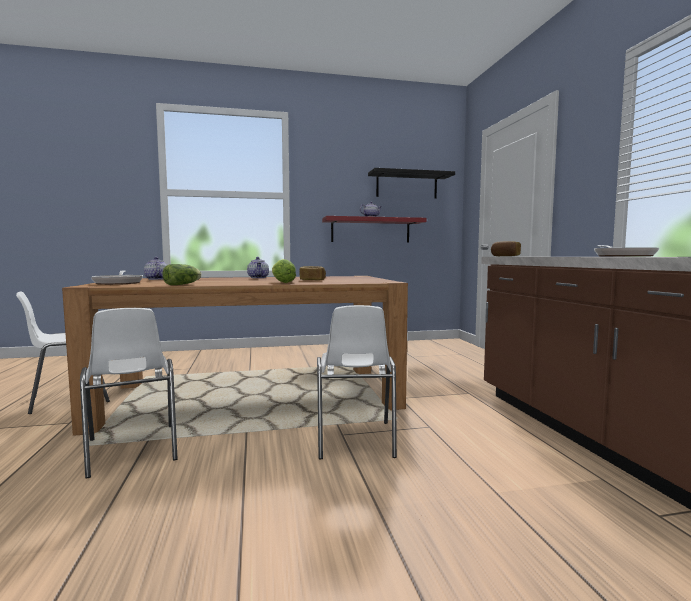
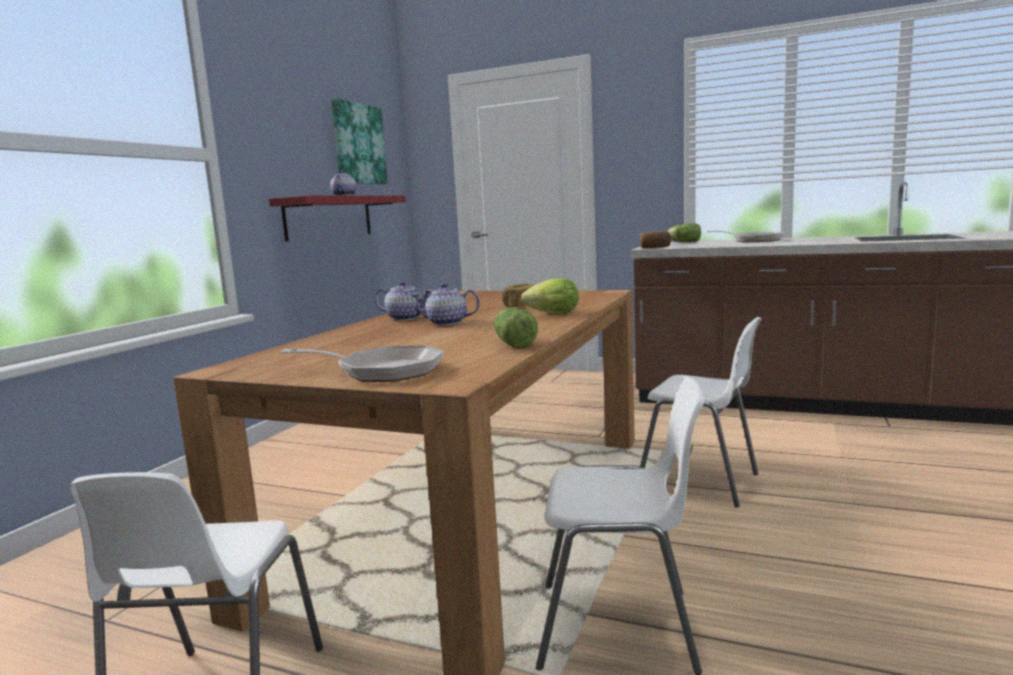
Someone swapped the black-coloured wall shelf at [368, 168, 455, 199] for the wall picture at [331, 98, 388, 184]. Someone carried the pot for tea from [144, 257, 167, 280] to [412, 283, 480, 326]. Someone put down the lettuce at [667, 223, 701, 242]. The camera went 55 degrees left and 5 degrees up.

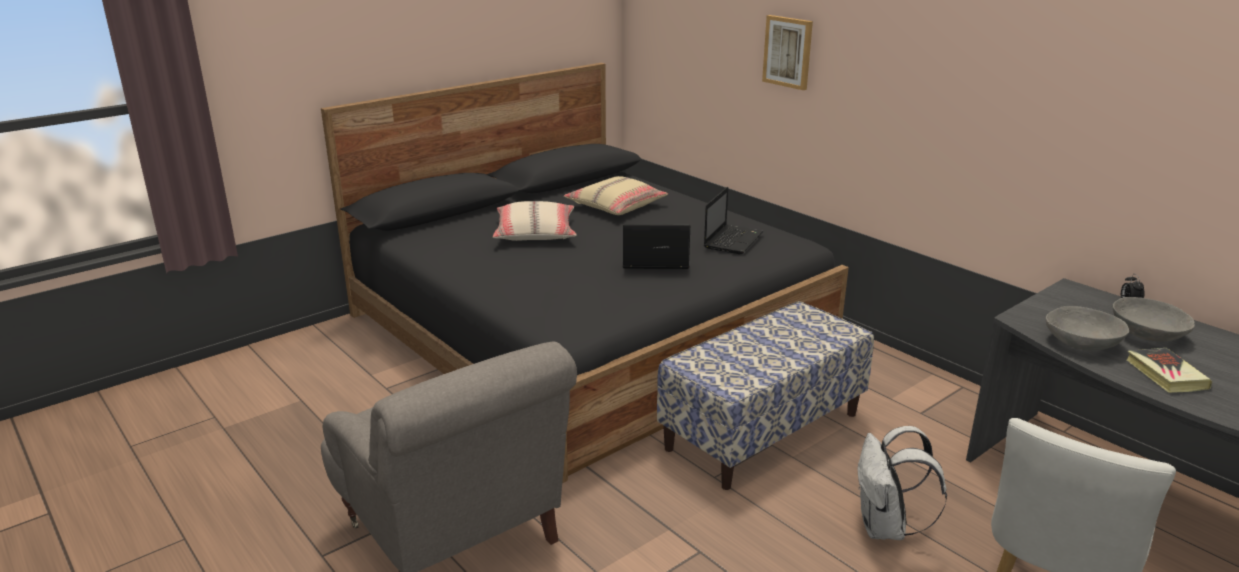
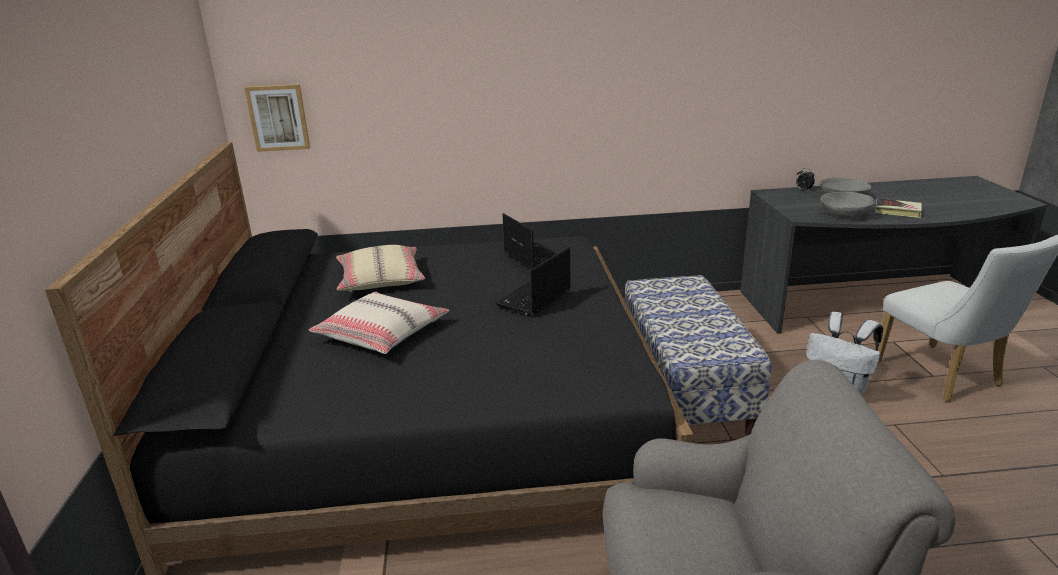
Someone carried the wall picture from [762, 15, 813, 90] to [245, 84, 310, 152]. The camera went 55 degrees left and 0 degrees up.

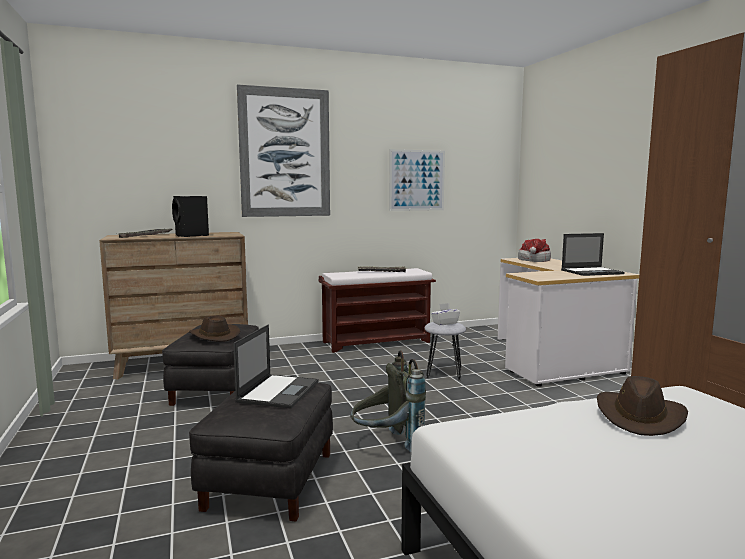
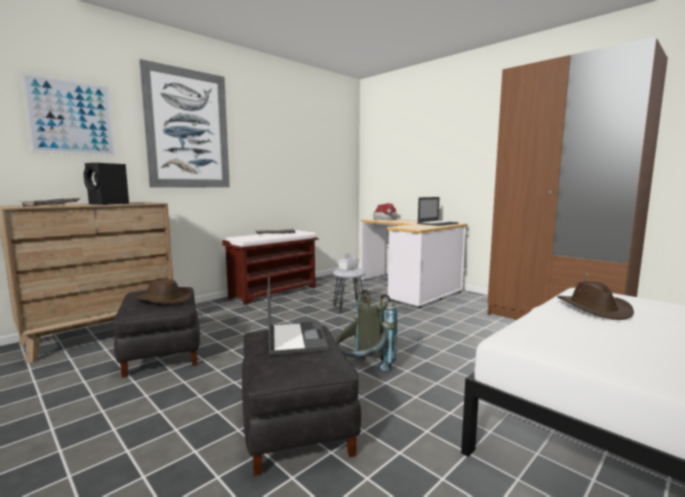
Someone carried the wall picture from [389, 149, 445, 211] to [21, 72, 116, 157]. The camera went 25 degrees left and 0 degrees up.

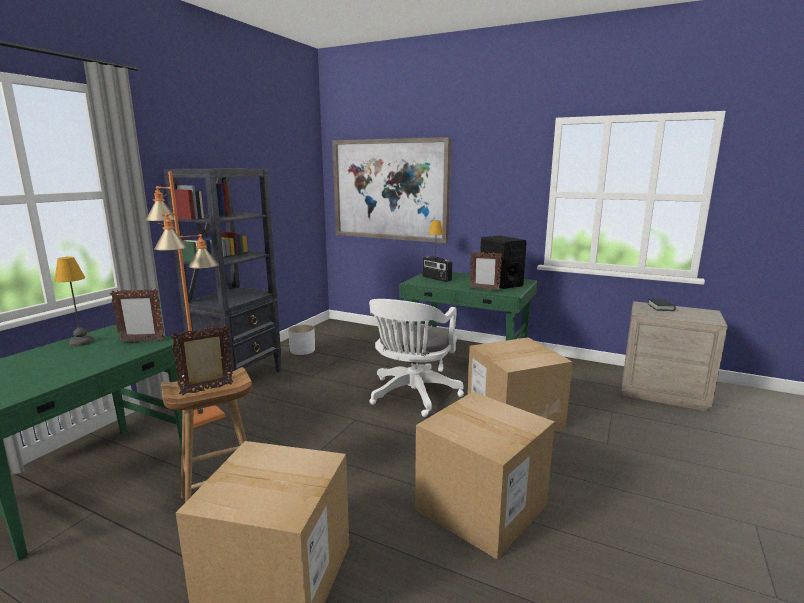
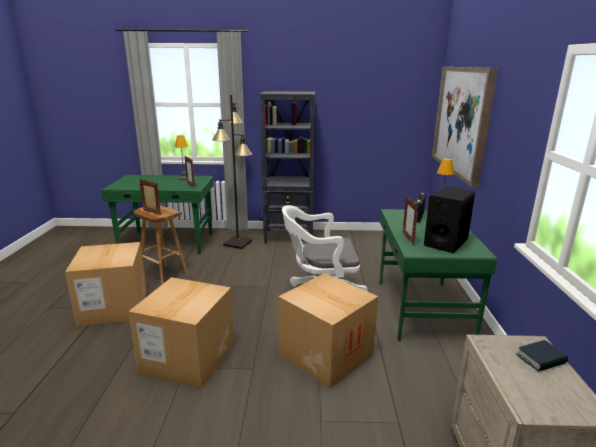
Someone repainted the orange standard lamp at [145, 171, 225, 428], which became the black-coloured standard lamp at [212, 95, 252, 249]. Someone took away the white-coloured flower pot at [288, 325, 315, 355]. The camera went 65 degrees right and 5 degrees up.

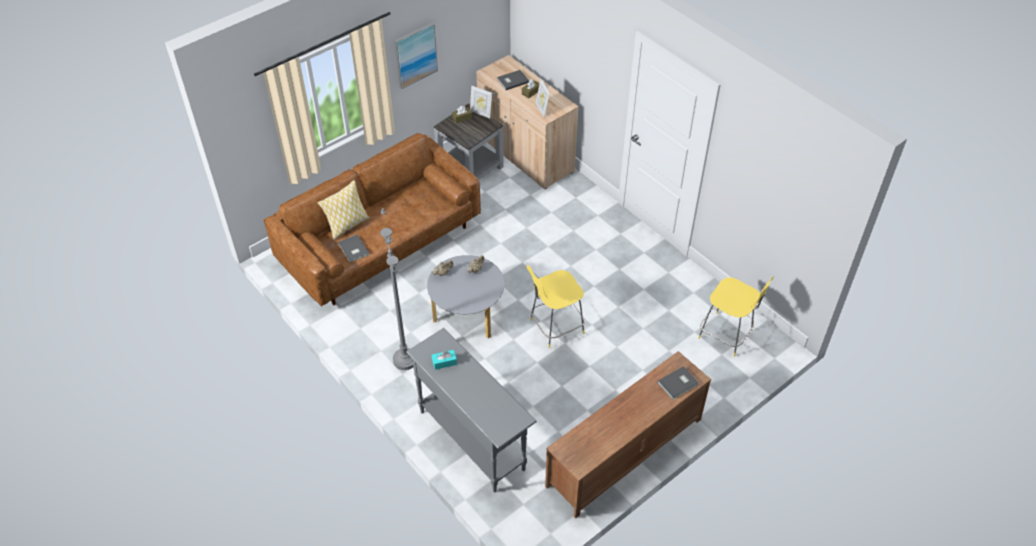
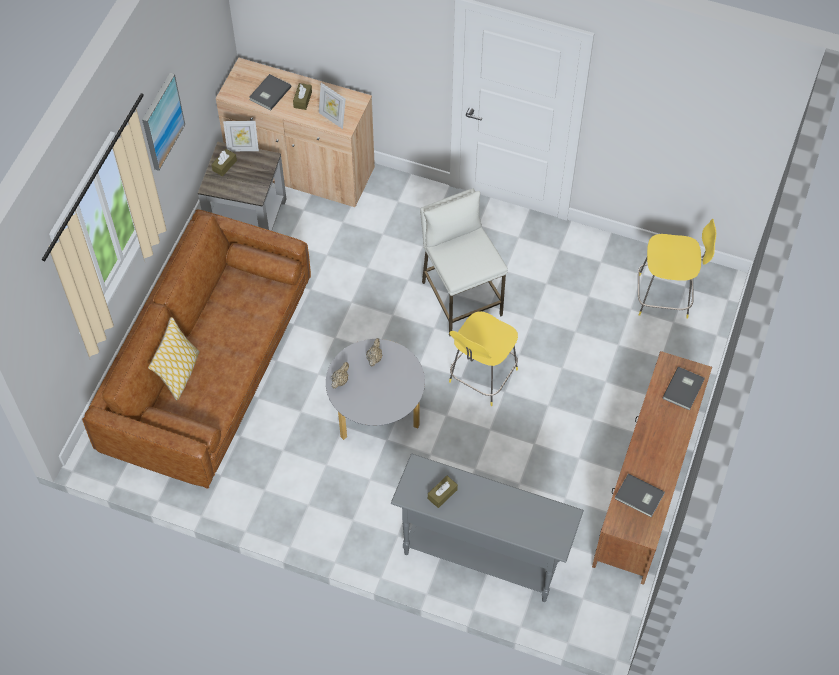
Someone took away the gray standard lamp at [380, 208, 413, 370]. Someone carried the gray bound book from [338, 235, 370, 263] to [615, 474, 665, 517]. Someone repainted the turquoise tissue box at [432, 350, 457, 370], which became the brown-coloured tissue box at [428, 476, 458, 508]. Someone put down the white-coloured stool at [420, 188, 508, 336]. The camera went 30 degrees left and 10 degrees up.

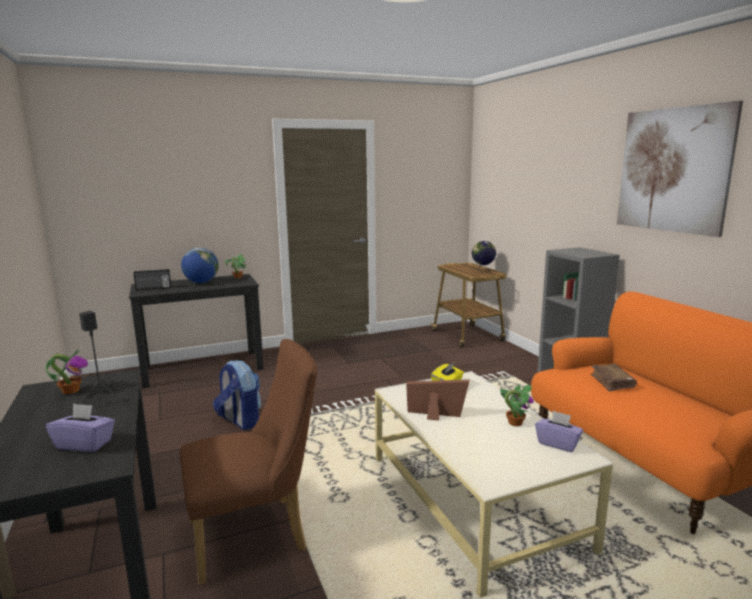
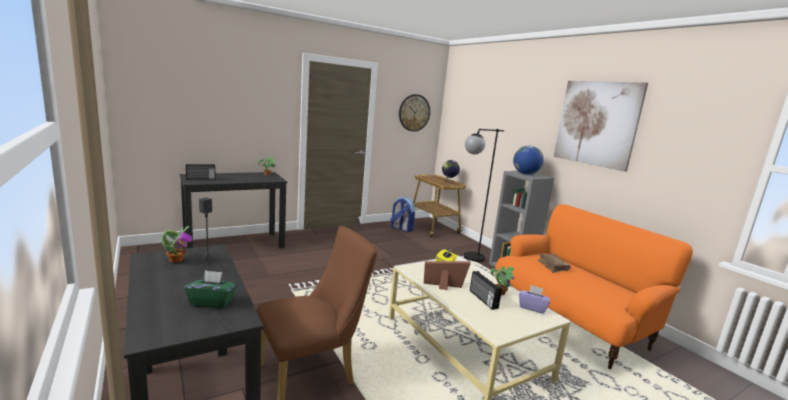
Someone carried the globe from [181, 248, 219, 283] to [513, 146, 544, 175]. Someone carried the backpack from [213, 360, 261, 430] to [391, 197, 415, 232]. Someone repainted the purple tissue box at [46, 403, 115, 452], which became the greenish tissue box at [185, 270, 237, 308]. Someone put up the hanging clock at [399, 94, 430, 132]. Someone put down the black-coloured standard lamp at [464, 129, 504, 262]. Someone put down the radio set at [470, 271, 502, 310]. The camera went 10 degrees left and 0 degrees up.

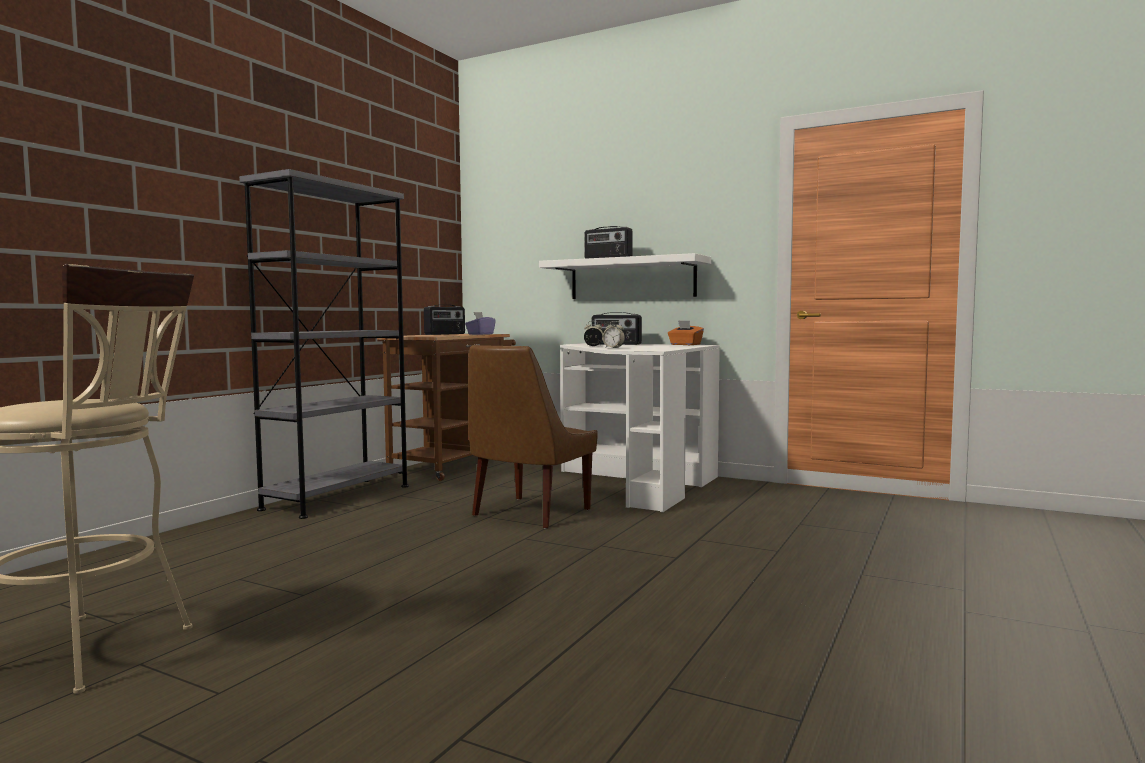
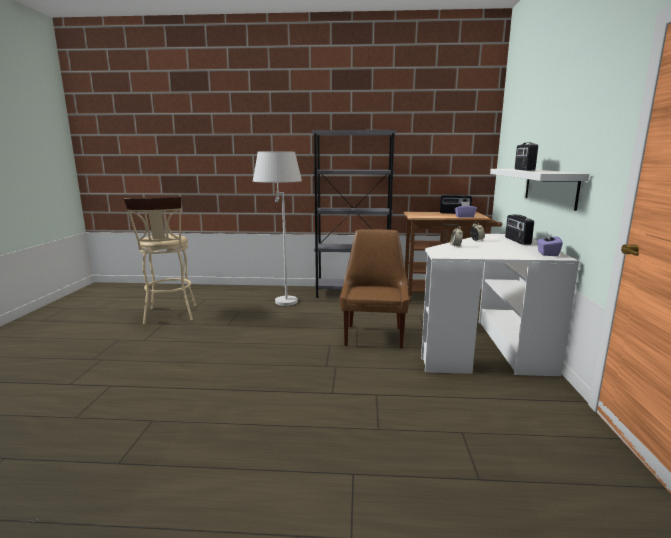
Someone repainted the orange tissue box at [668, 320, 704, 345], which became the purple tissue box at [537, 231, 563, 256]. Someone rotated the brown-coloured upright chair at [468, 345, 598, 529] by 90 degrees clockwise. Someone put down the white-coloured standard lamp at [253, 152, 302, 306]. The camera went 65 degrees right and 10 degrees up.

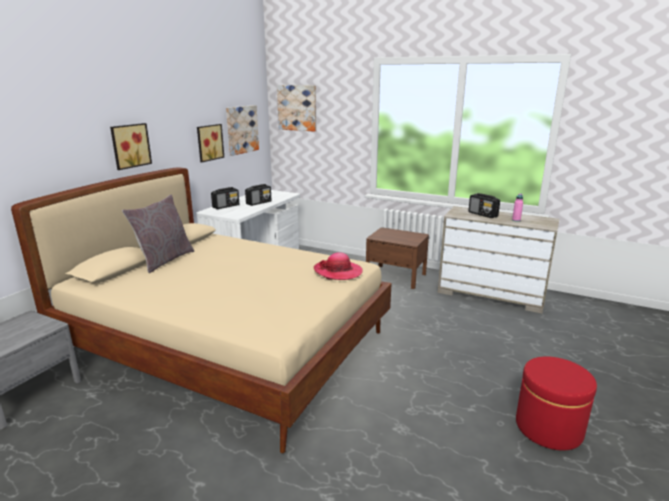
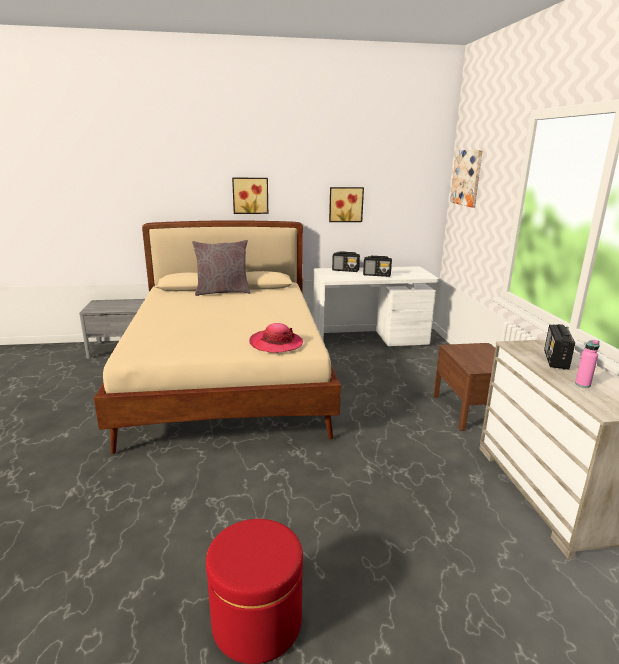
Someone took away the wall picture at [226, 105, 259, 156]. The camera went 55 degrees right and 0 degrees up.

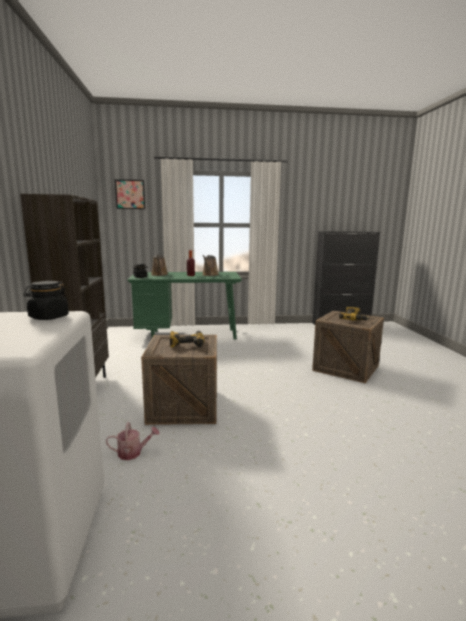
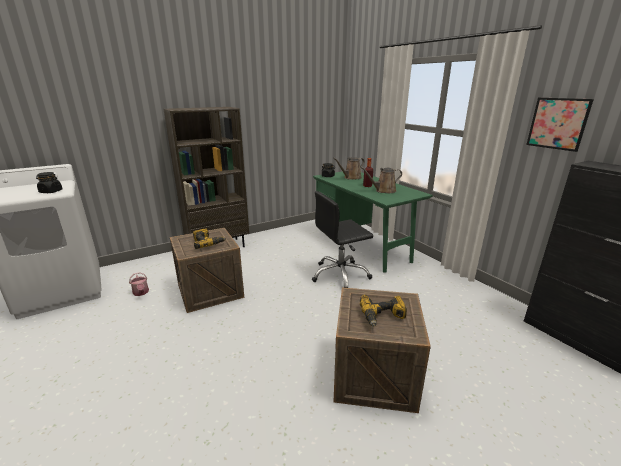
Someone carried the wall picture from [115, 179, 145, 209] to [526, 98, 594, 152]. Someone put down the black-coloured desk chair at [312, 191, 373, 288]. The camera went 65 degrees right and 10 degrees up.

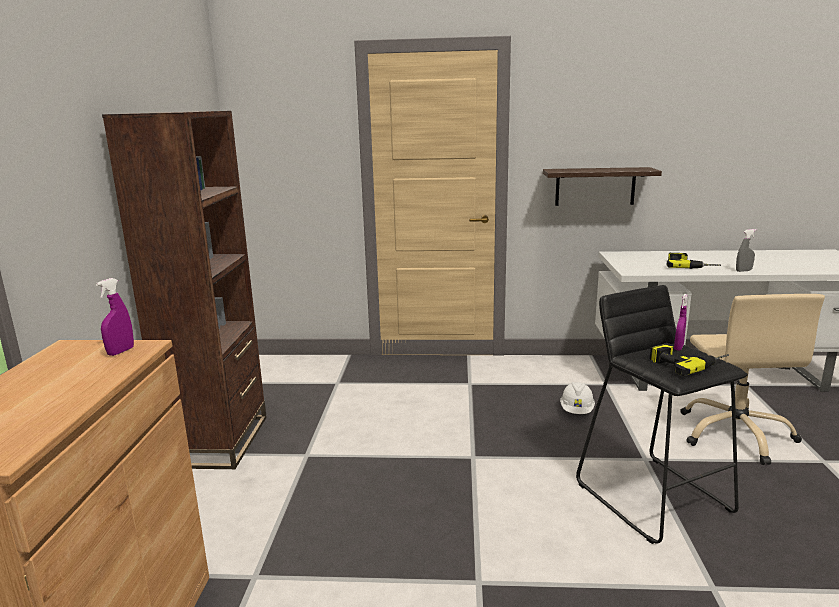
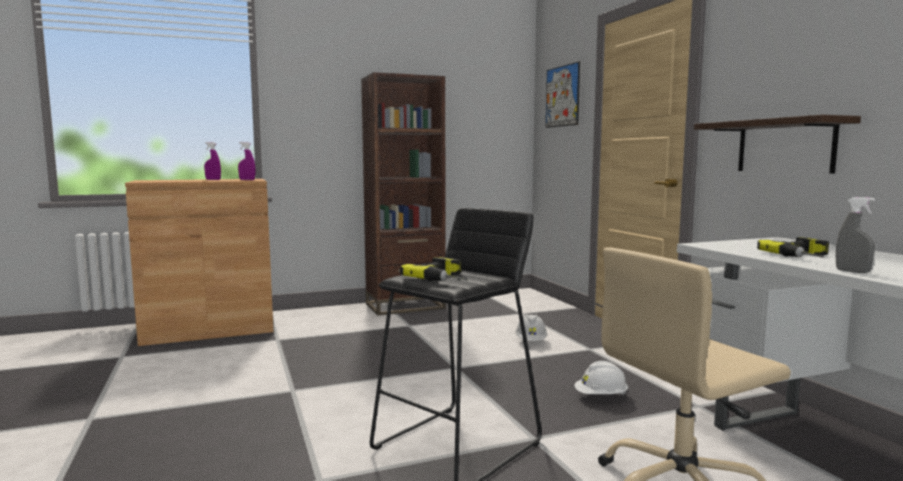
Someone carried the purple spray bottle from [674, 294, 687, 351] to [204, 142, 221, 180]. Someone put up the wall picture at [546, 62, 580, 128]. Someone put down the white-coloured safety helmet at [515, 314, 547, 341]. The camera went 65 degrees right and 10 degrees down.

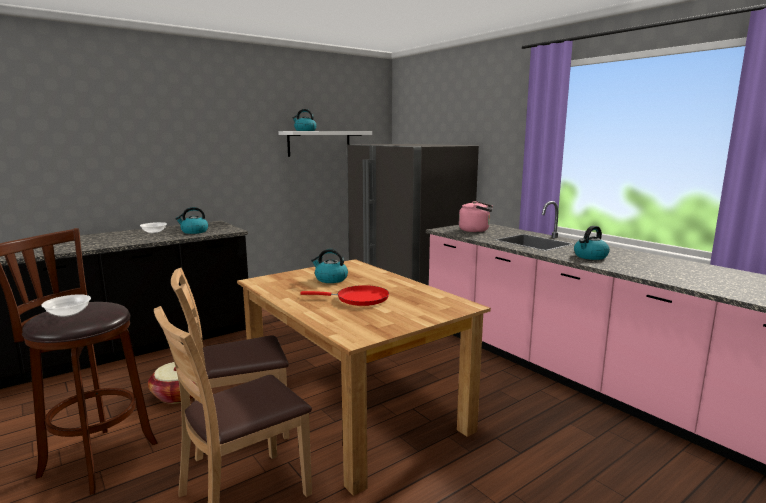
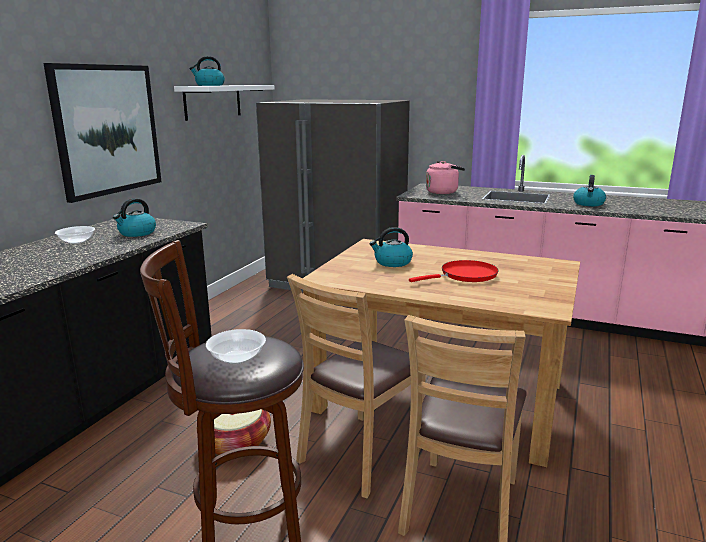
Someone put up the wall picture at [43, 63, 162, 203]. The camera went 30 degrees left and 5 degrees up.

